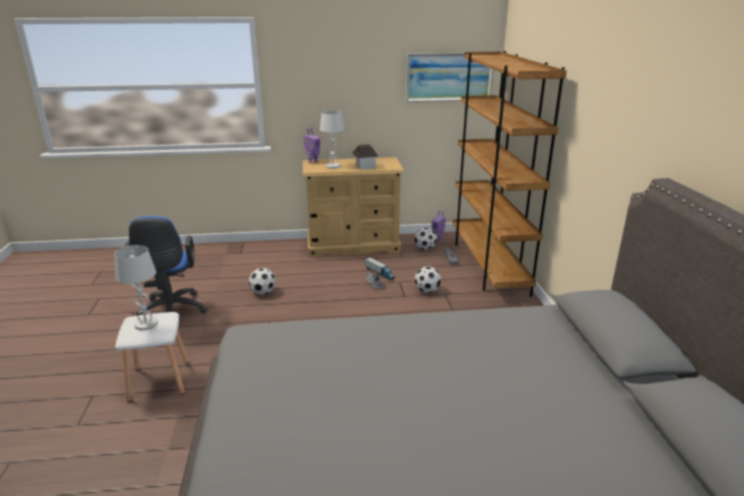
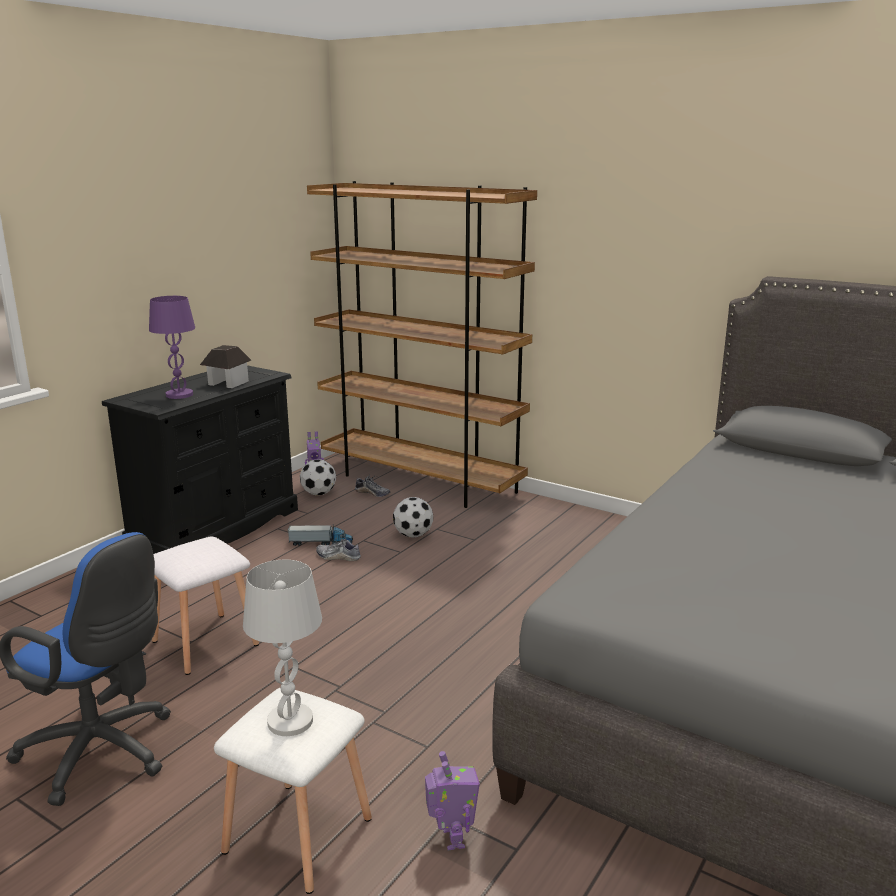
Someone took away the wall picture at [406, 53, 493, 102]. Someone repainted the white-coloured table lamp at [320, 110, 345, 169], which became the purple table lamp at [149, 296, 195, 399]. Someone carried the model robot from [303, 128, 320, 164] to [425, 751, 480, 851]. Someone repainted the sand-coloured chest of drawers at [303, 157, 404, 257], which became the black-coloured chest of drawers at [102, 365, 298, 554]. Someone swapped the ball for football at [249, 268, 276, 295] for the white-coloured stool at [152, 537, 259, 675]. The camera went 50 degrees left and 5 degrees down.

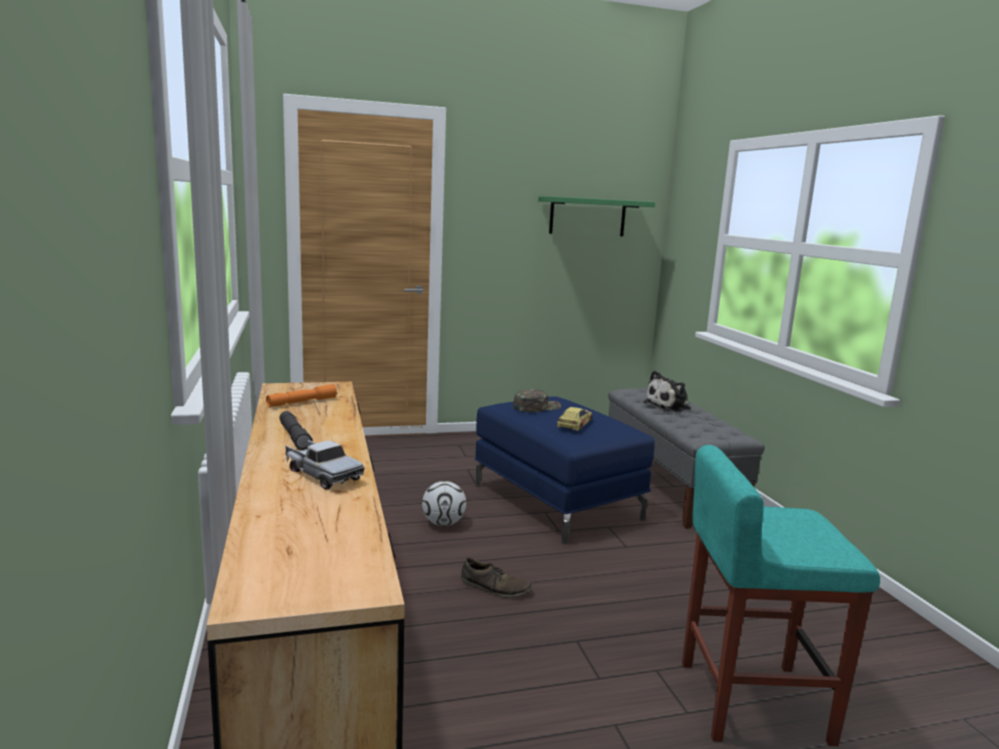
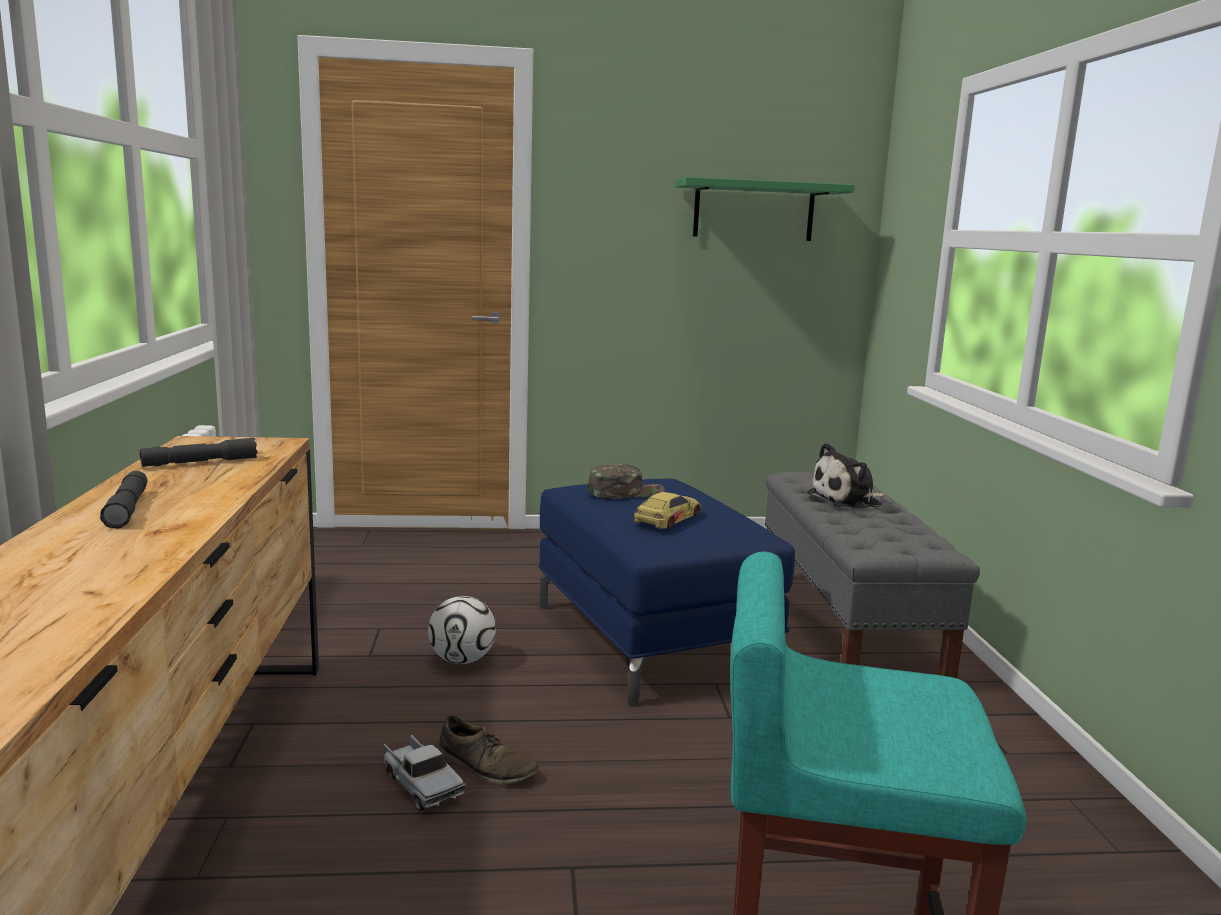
Someone repainted the orange flashlight at [266, 384, 337, 407], which became the gray flashlight at [140, 438, 257, 467]. Someone carried the model truck from [286, 440, 365, 489] to [384, 735, 465, 811]. The camera went 10 degrees right and 0 degrees up.

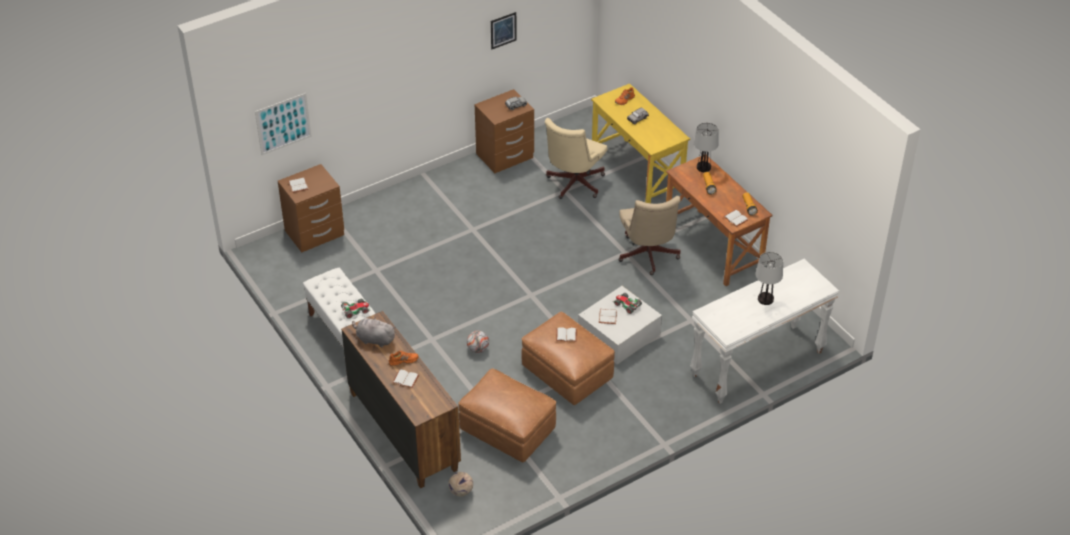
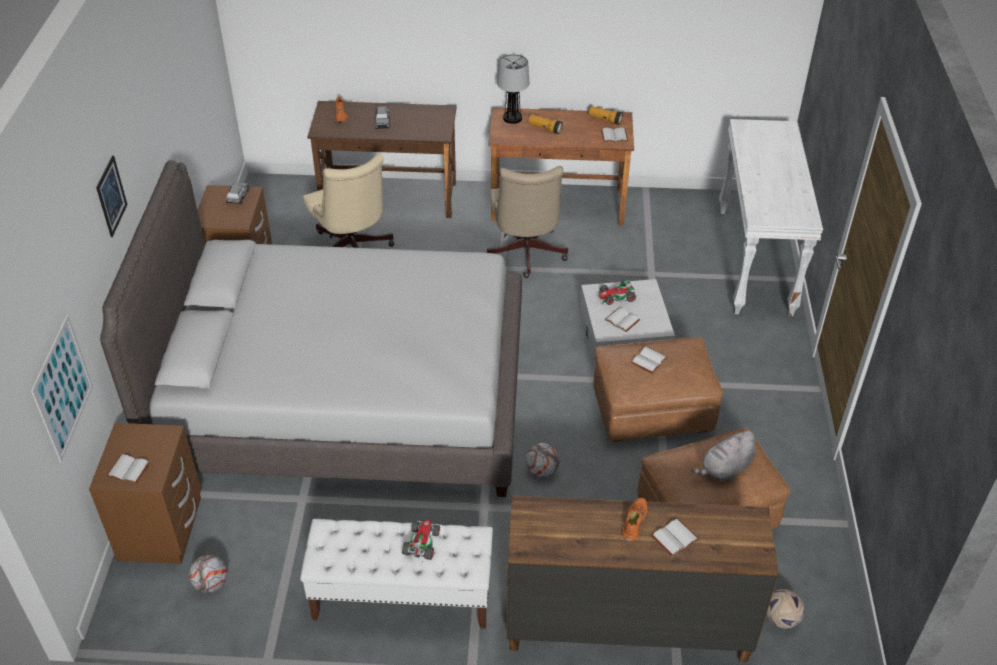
Someone carried the wall picture from [491, 12, 517, 49] to [96, 155, 127, 237]. Someone repainted the yellowish desk table at [591, 83, 690, 203], which became the brown-coloured desk table at [307, 101, 457, 218]. Someone rotated the sand-coloured desk chair at [618, 196, 681, 275] by 60 degrees clockwise. Someone took away the table lamp at [756, 252, 783, 305]. Someone carried the gray cuddly toy from [352, 316, 396, 347] to [691, 430, 756, 482]. Someone put down the gray bed at [100, 160, 522, 497]. Someone put down the ball for football at [189, 555, 227, 593]. The camera went 55 degrees left and 0 degrees up.

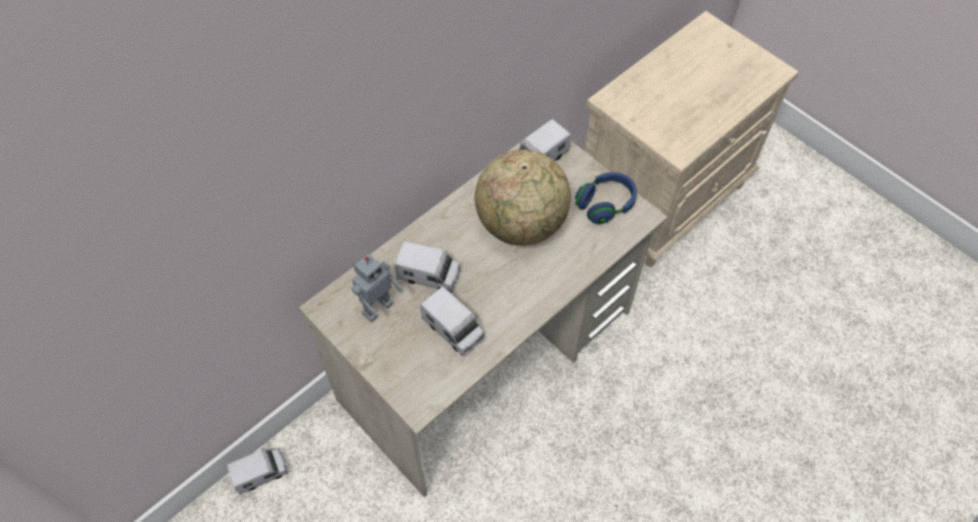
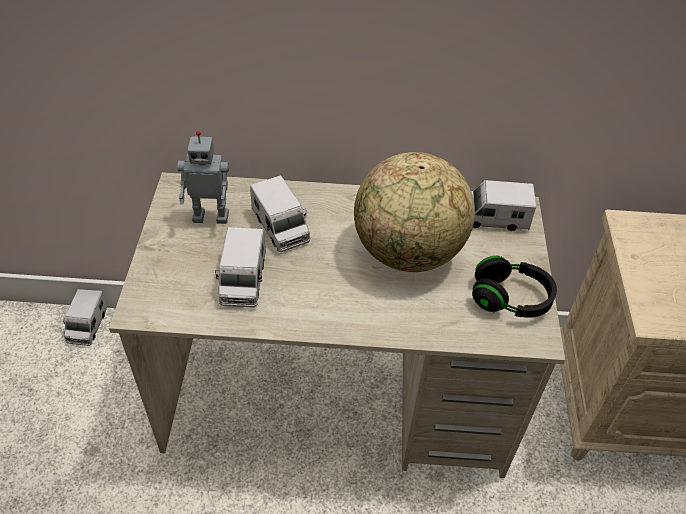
Someone repainted the blue pair of headphones at [575, 172, 637, 224], which became the black-coloured pair of headphones at [472, 256, 557, 318]. Someone rotated the model truck at [227, 448, 288, 495] by 75 degrees clockwise. The camera went 45 degrees right and 10 degrees down.

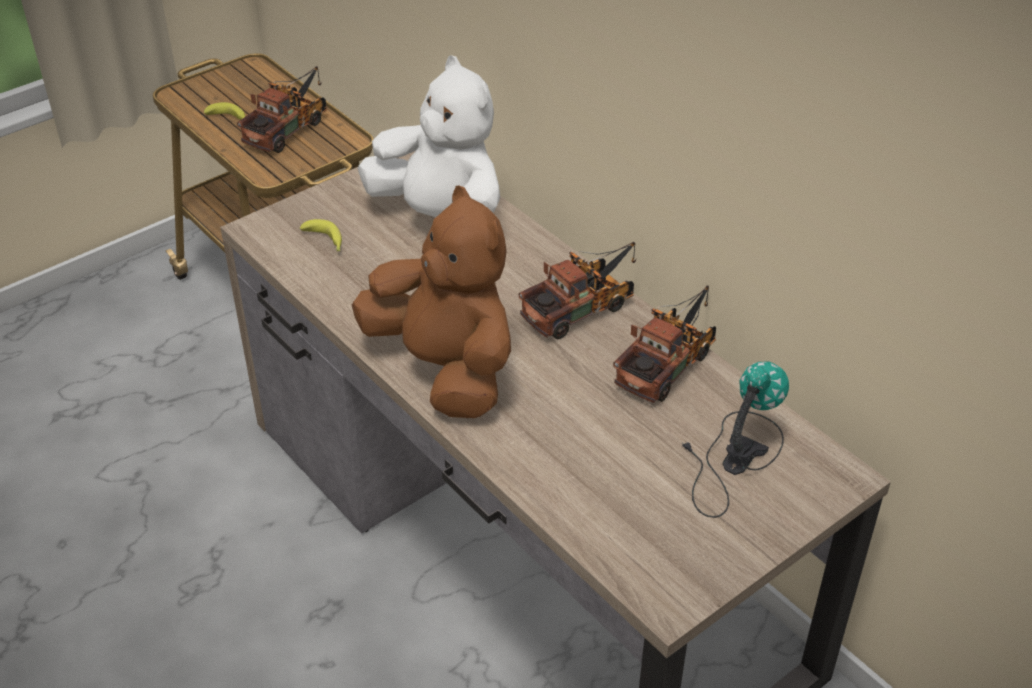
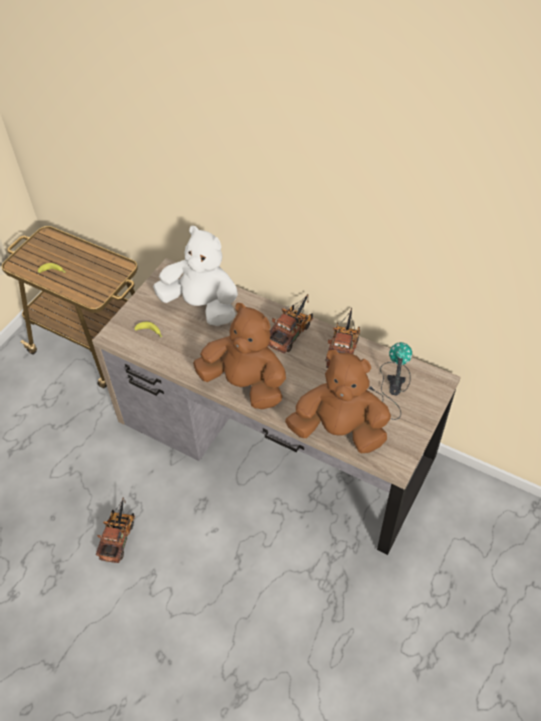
Someone carried the model truck from [237, 66, 327, 153] to [96, 498, 135, 563]. Someone put down the brown-coloured cuddly toy at [285, 350, 391, 453]. The camera went 20 degrees left and 10 degrees up.

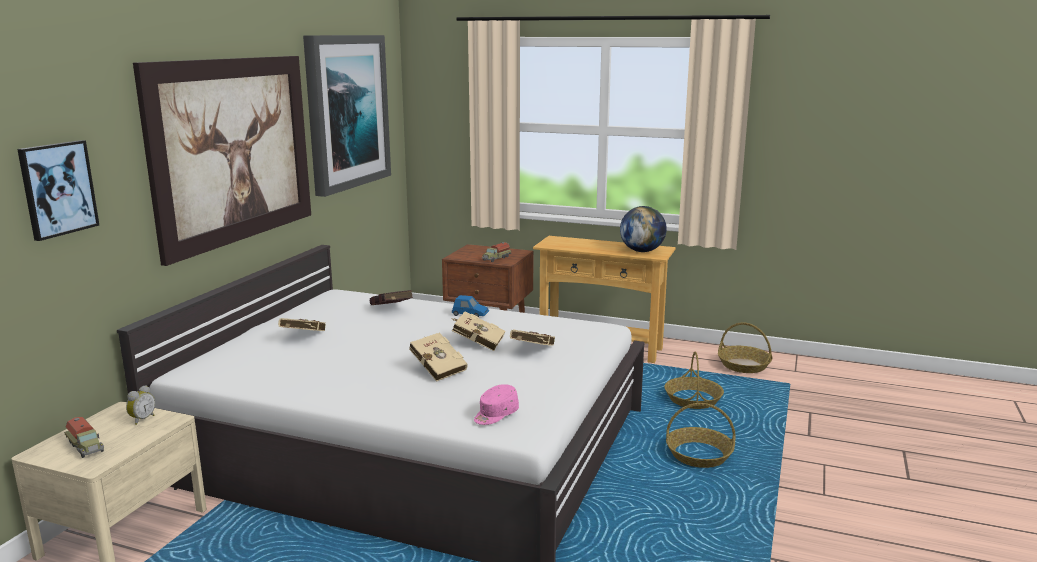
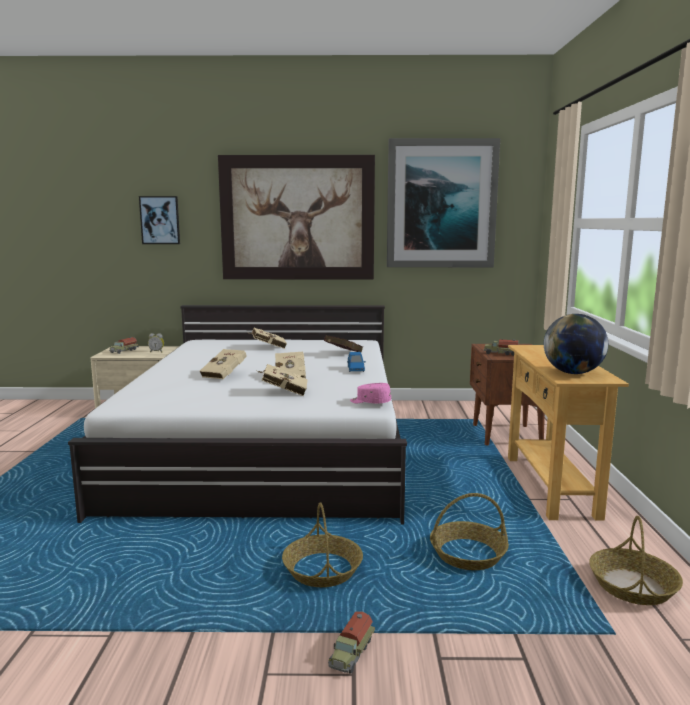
Someone carried the pink cap from [474, 384, 519, 425] to [350, 383, 391, 404]. Someone put down the model truck at [328, 611, 375, 674]. The camera went 70 degrees right and 5 degrees down.

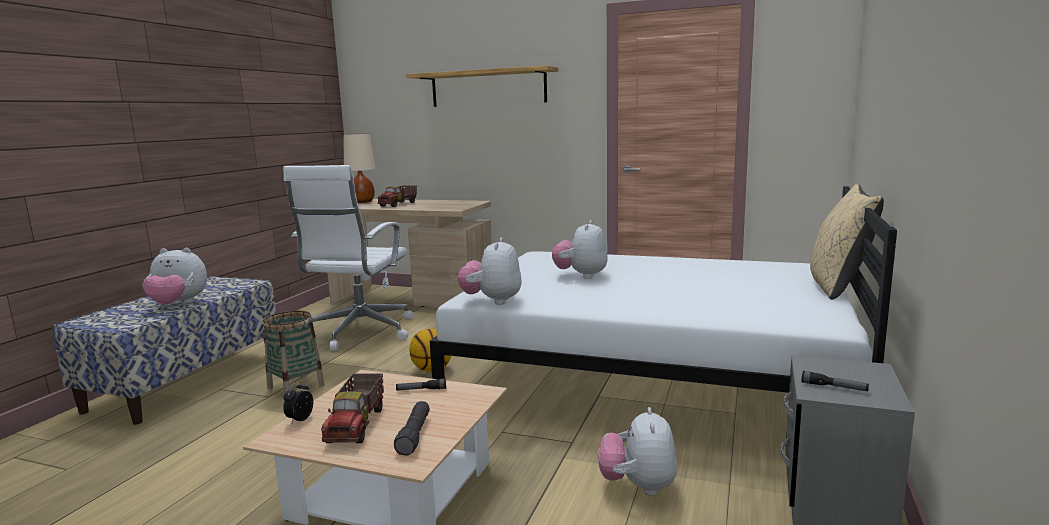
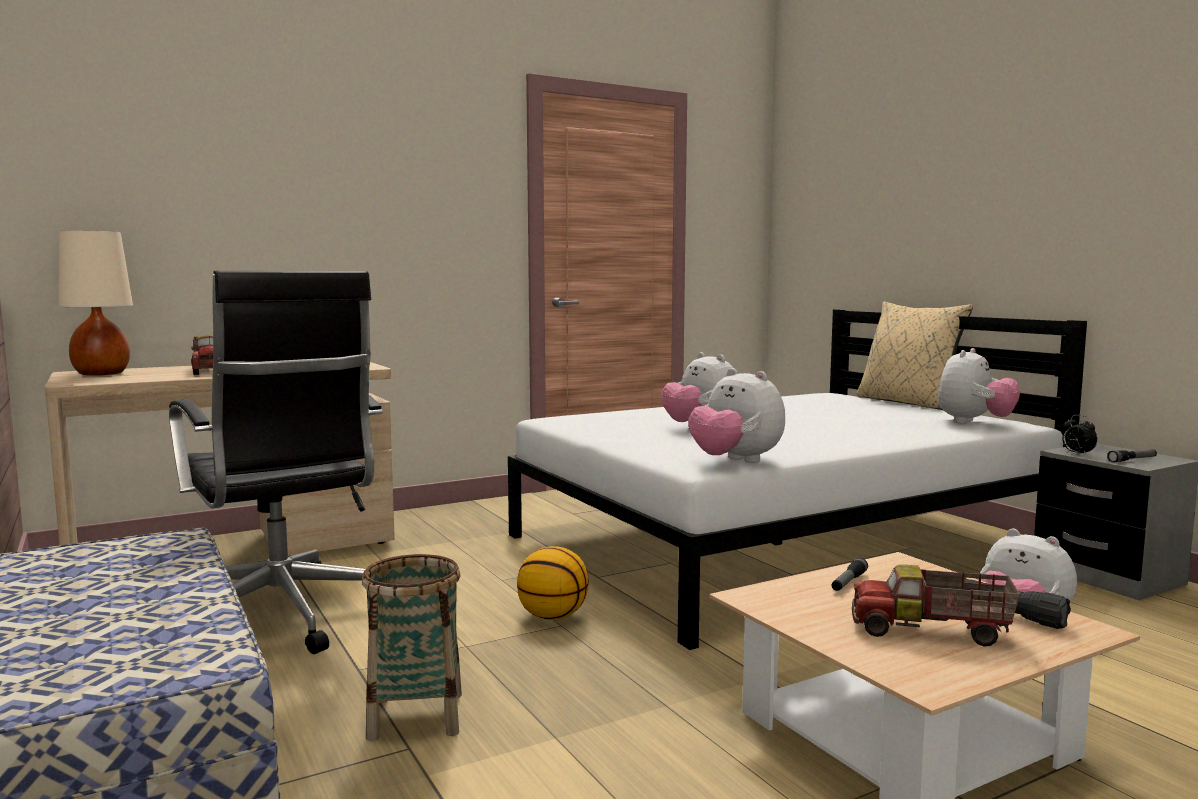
Someone took away the wall shelf at [406, 65, 558, 107]. Someone repainted the white-coloured desk chair at [283, 165, 414, 351], which became the black-coloured desk chair at [169, 270, 383, 654]. Someone carried the cuddly toy from [142, 248, 207, 304] to [938, 348, 1020, 424]. Someone rotated the model truck at [321, 373, 384, 443] by 150 degrees clockwise. Someone carried the alarm clock from [283, 381, 313, 423] to [1062, 415, 1097, 456]. The camera went 50 degrees left and 5 degrees down.

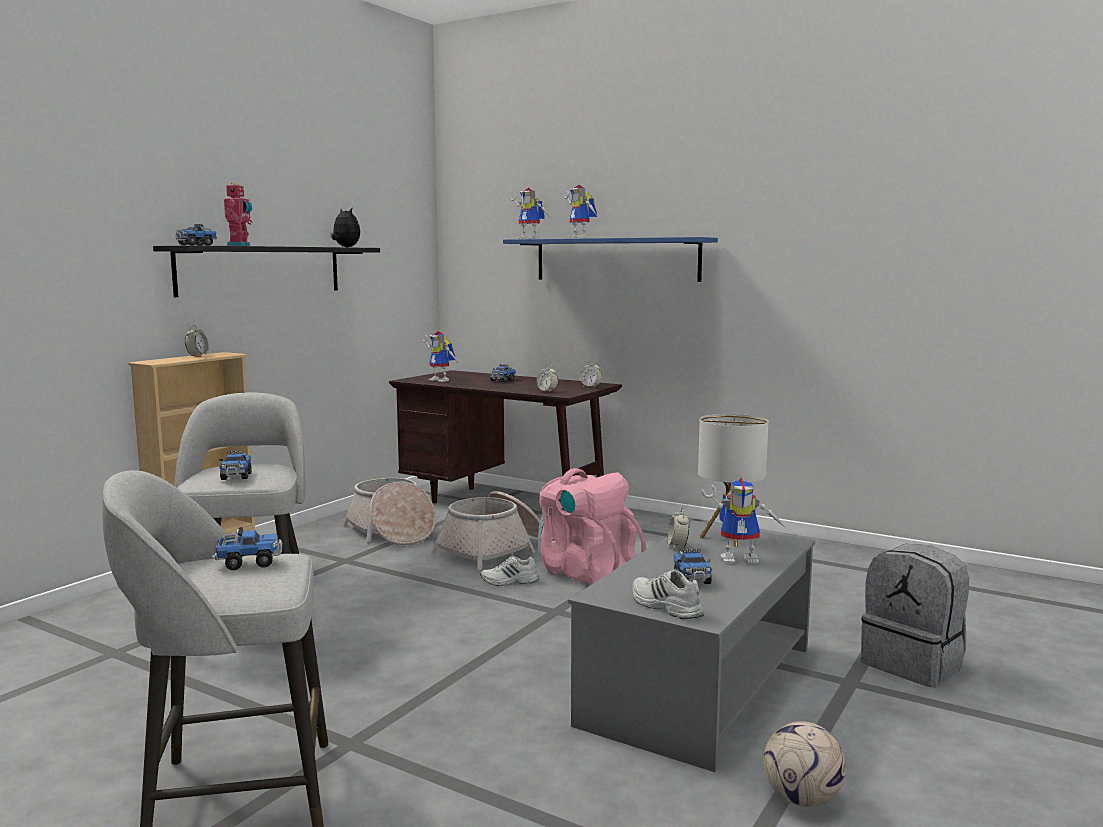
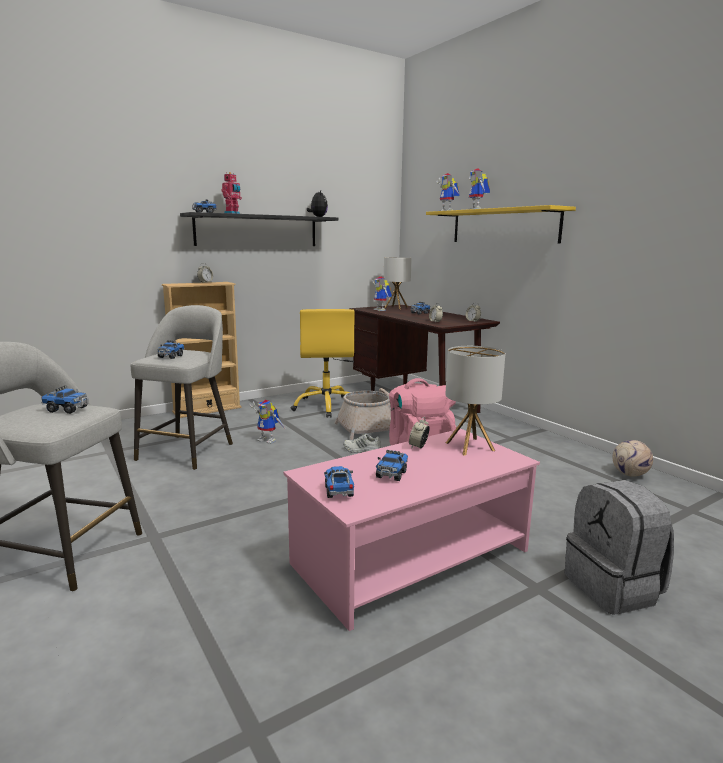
Someone repainted the blue wall shelf at [503, 237, 718, 282], which became the yellowish wall shelf at [426, 205, 576, 244]. Someone swapped the basket at [343, 478, 436, 545] for the yellowish desk chair at [291, 309, 355, 418]. Someone carried the model robot from [702, 478, 786, 564] to [249, 400, 284, 444]. Someone repainted the gray low table at [568, 520, 815, 772], which became the pink low table at [283, 429, 540, 631]. Someone swapped the white-coloured shoe at [632, 570, 704, 619] for the model truck at [324, 466, 354, 498]. Someone carried the ball for football from [764, 721, 846, 807] to [612, 440, 653, 477]. Someone put down the table lamp at [384, 257, 412, 309]. The camera went 25 degrees right and 5 degrees up.

